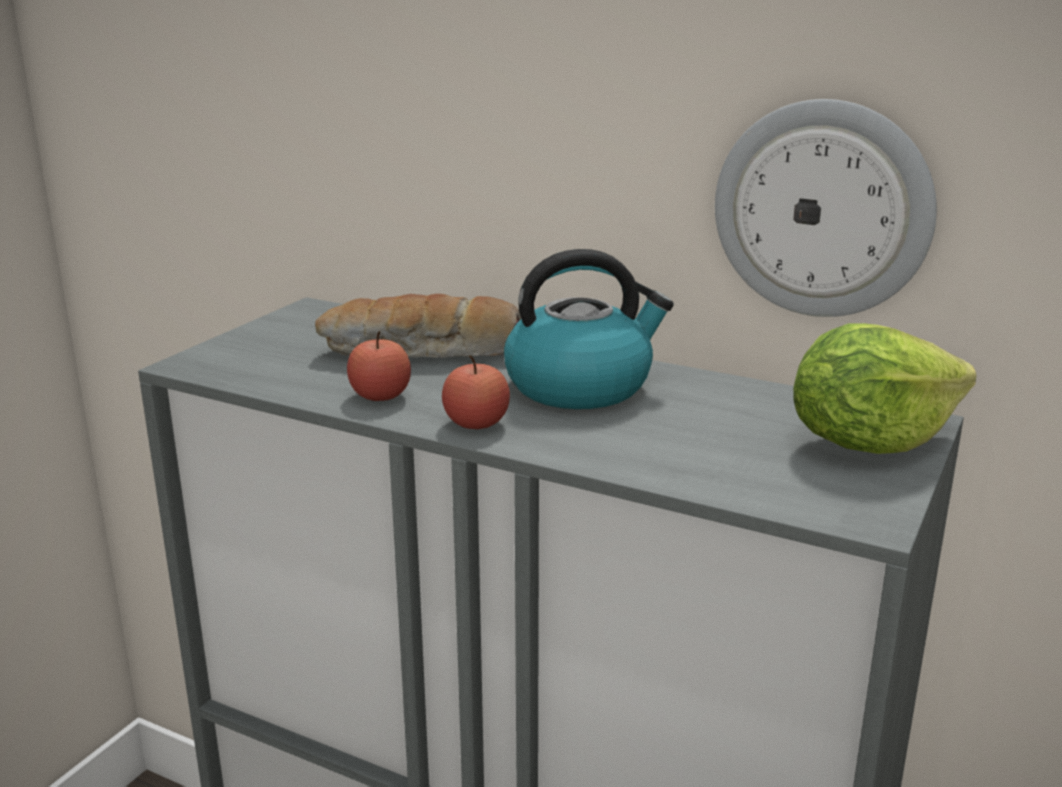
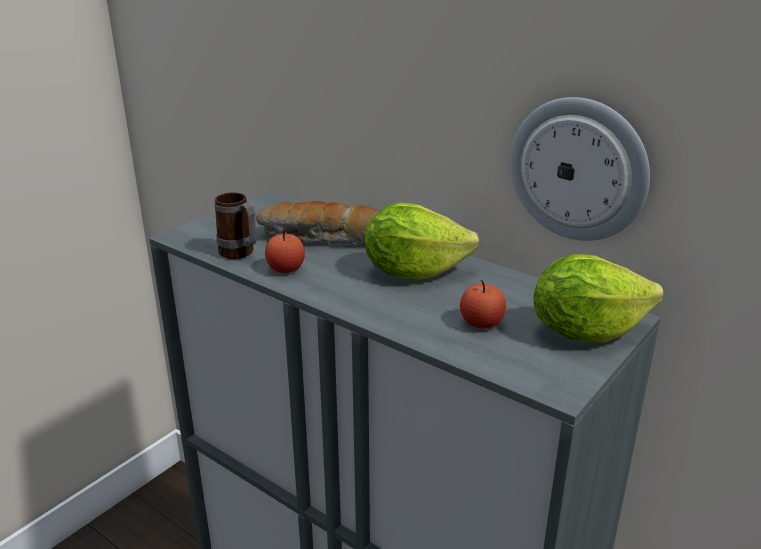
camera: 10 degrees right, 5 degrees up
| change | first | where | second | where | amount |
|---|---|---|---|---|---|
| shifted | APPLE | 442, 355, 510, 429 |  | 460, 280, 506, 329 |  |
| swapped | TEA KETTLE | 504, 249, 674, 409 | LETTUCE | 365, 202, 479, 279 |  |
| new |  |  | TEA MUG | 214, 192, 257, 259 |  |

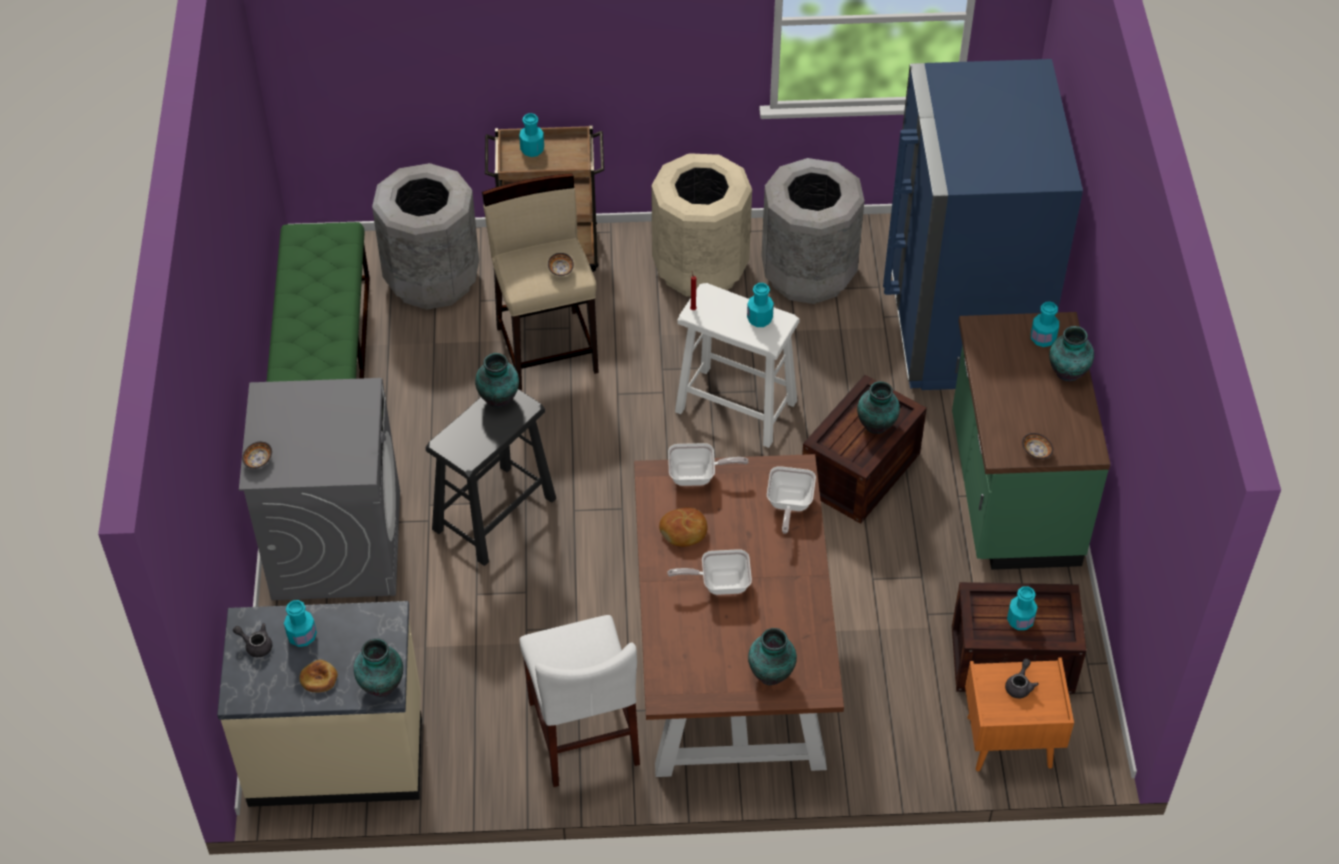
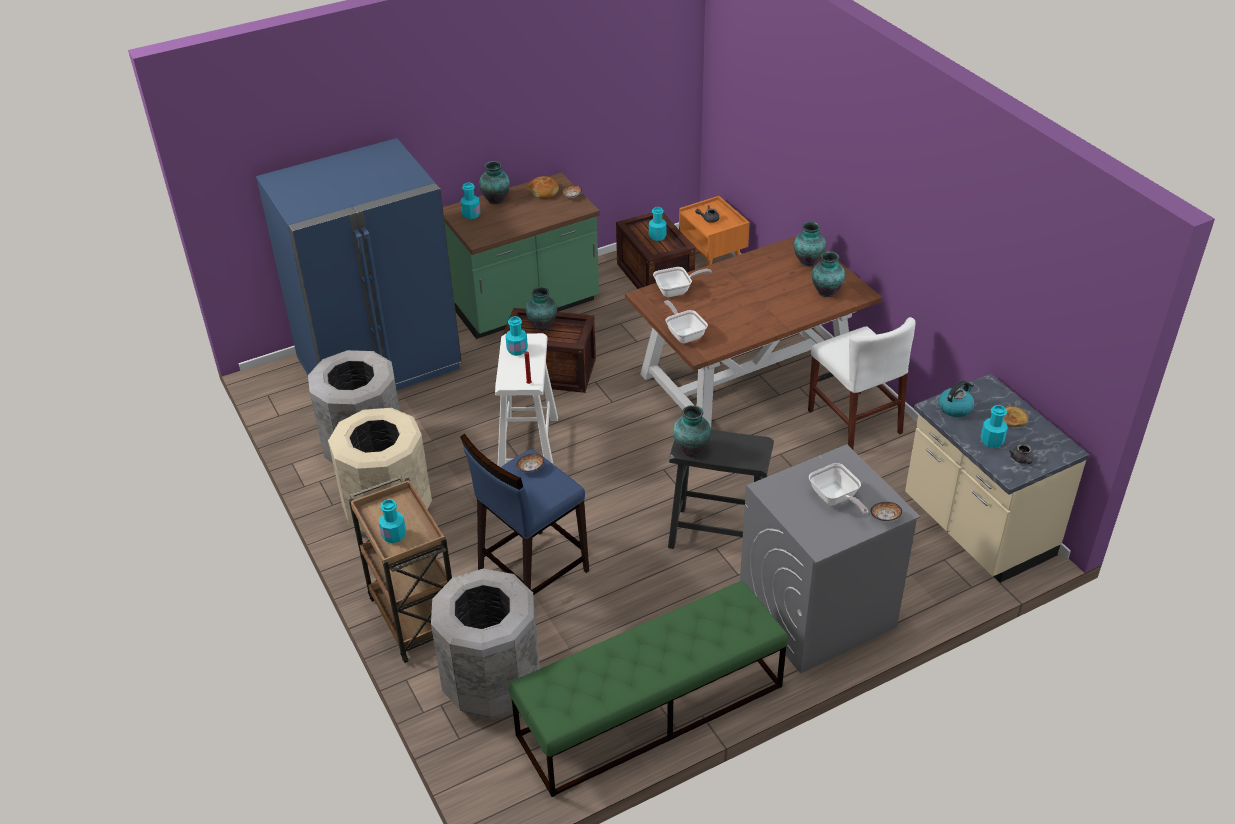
camera: 115 degrees left, 10 degrees down
| change | first | where | second | where | amount |
|---|---|---|---|---|---|
| shifted | VASE | 354, 638, 403, 697 |  | 812, 251, 845, 297 |  |
| repainted | BEIGE-COLOURED SITTING STOOL | 482, 173, 599, 390 | BLUE SITTING STOOL | 460, 434, 589, 595 |  |
| rotated | WHITE-COLOURED CHAIR | 519, 615, 640, 787 |  | 808, 317, 916, 449 | 105 degrees clockwise |
| shifted | BAKED BREAD | 659, 507, 707, 547 |  | 528, 176, 559, 199 |  |
| shifted | FRYING PAN | 667, 549, 752, 595 |  | 809, 463, 869, 515 |  |
| new |  |  | TEA KETTLE | 939, 380, 974, 417 |  |

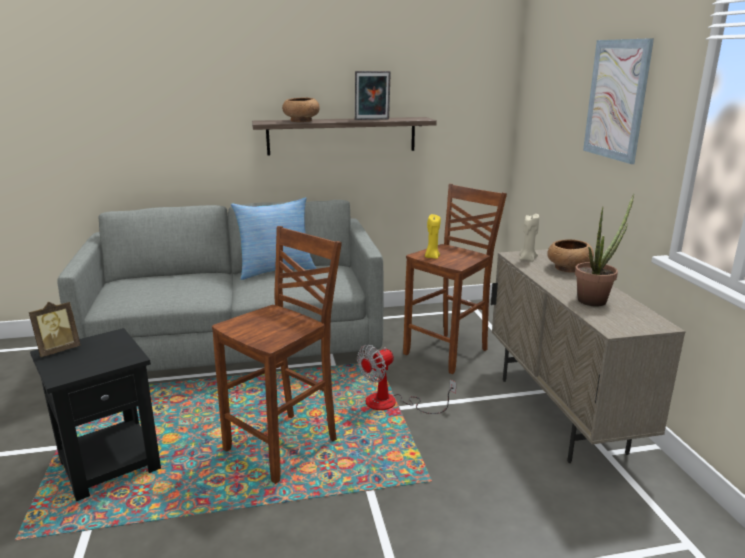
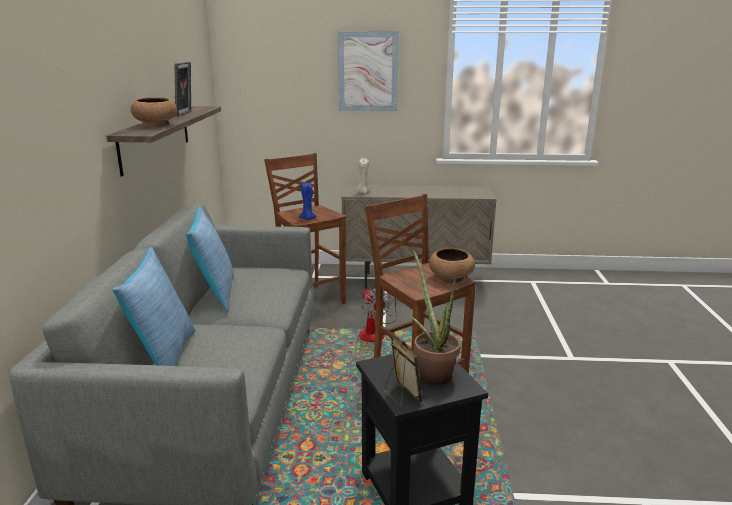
camera: 75 degrees left, 0 degrees up
| change | first | where | second | where | amount |
|---|---|---|---|---|---|
| repainted | YELLOW WAX CANDLE | 425, 214, 441, 259 | BLUE WAX CANDLE | 299, 182, 317, 220 |  |
| shifted | BROWNISH SERVING BOWL | 547, 239, 594, 273 |  | 429, 248, 475, 283 |  |
| shifted | POTTED PLANT | 575, 194, 634, 307 |  | 411, 250, 460, 385 |  |
| new |  |  | THROW PILLOW | 112, 247, 195, 366 |  |

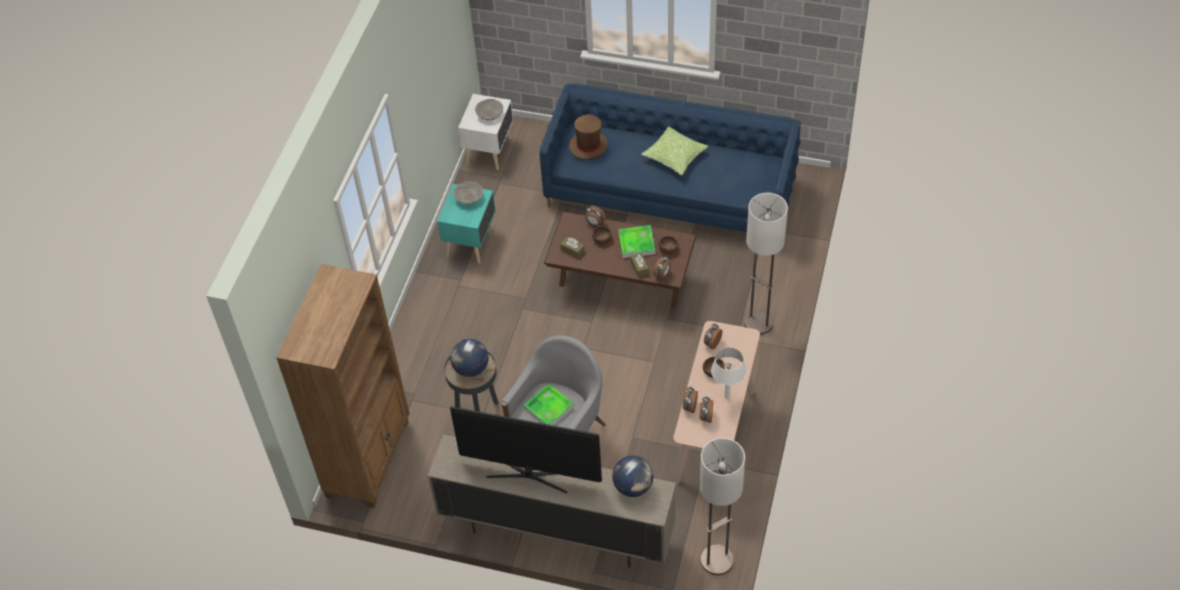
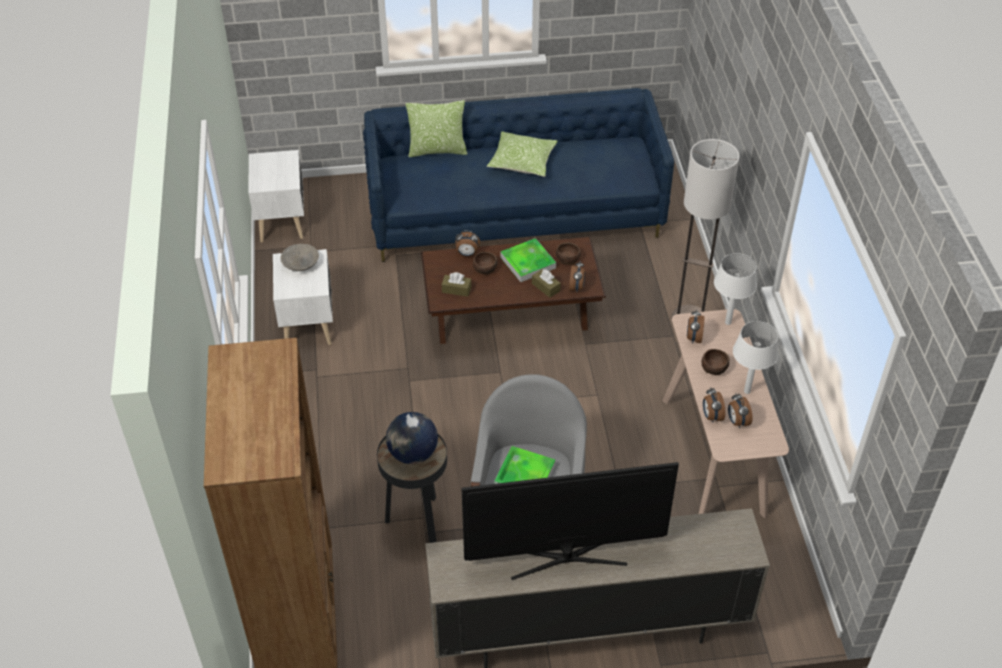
camera: 25 degrees left, 5 degrees down
| change | first | where | second | where | amount |
|---|---|---|---|---|---|
| repainted | BLUE-GREEN NIGHT TABLE | 437, 184, 496, 263 | WHITE-COLOURED NIGHT TABLE | 273, 249, 333, 345 |  |
| gone | GREY SERVING BOWL | 475, 99, 503, 120 |  |  |  |
| gone | BROWNISH WEARABLE HAT | 569, 114, 608, 160 |  |  |  |
| gone | WORLD GLOBE | 612, 456, 653, 497 |  |  |  |
| gone | STANDING LAMP | 700, 438, 745, 575 |  |  |  |
| new |  |  | THROW PILLOW | 406, 100, 467, 157 |  |
| new |  |  | WHITE-COLOURED TABLE LAMP | 714, 253, 757, 325 |  |

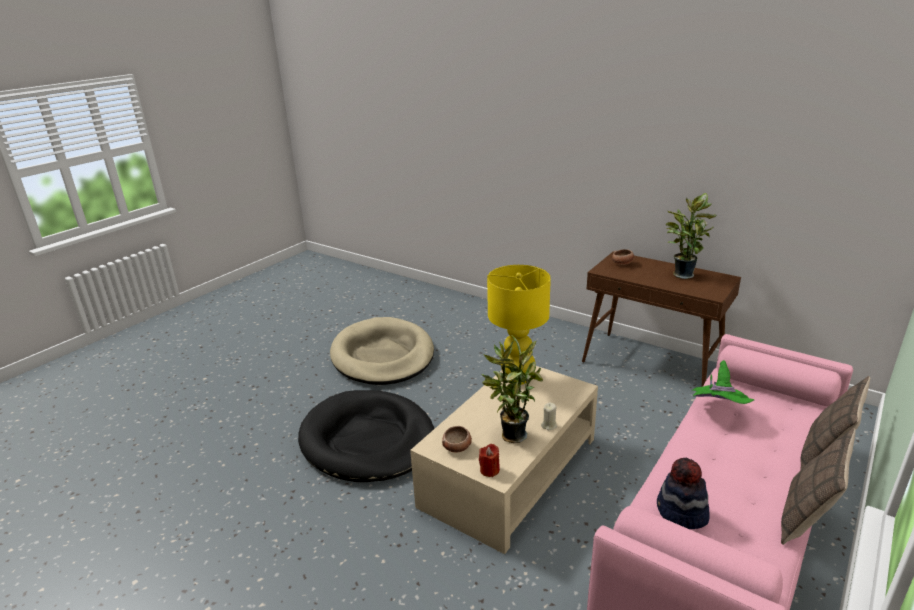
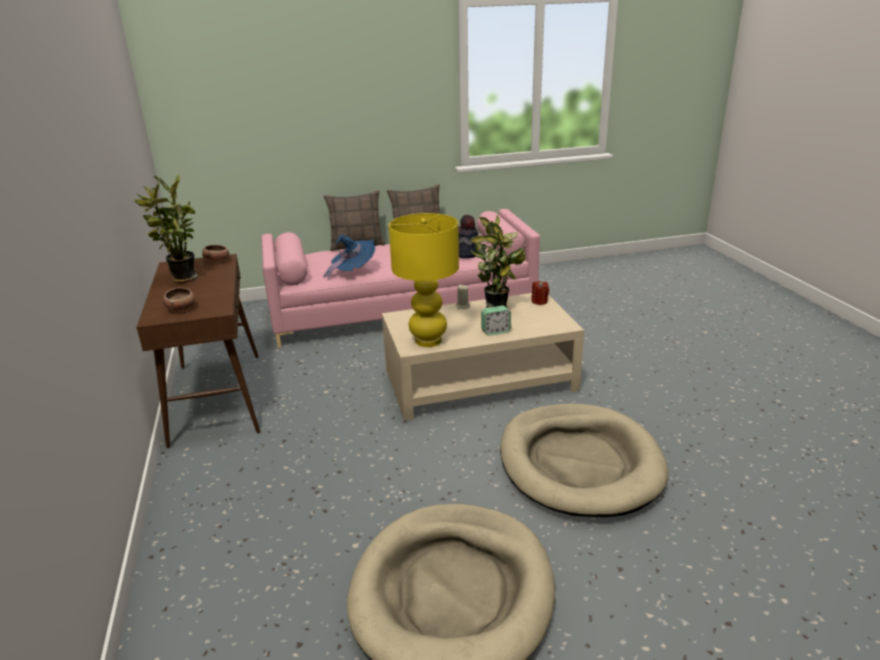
camera: 140 degrees left, 0 degrees up
| change | first | where | second | where | amount |
|---|---|---|---|---|---|
| repainted | BLACK DOG CUSHION | 298, 390, 434, 482 | BEIGE-COLOURED DOG CUSHION | 500, 404, 668, 517 |  |
| shifted | SERVING BOWL | 442, 426, 472, 453 |  | 202, 245, 229, 263 |  |
| repainted | GREEN-COLOURED WEARABLE HAT | 692, 360, 755, 404 | BLUE WEARABLE HAT | 323, 234, 375, 280 |  |
| new |  |  | TABLE CLOCK | 481, 306, 511, 336 |  |

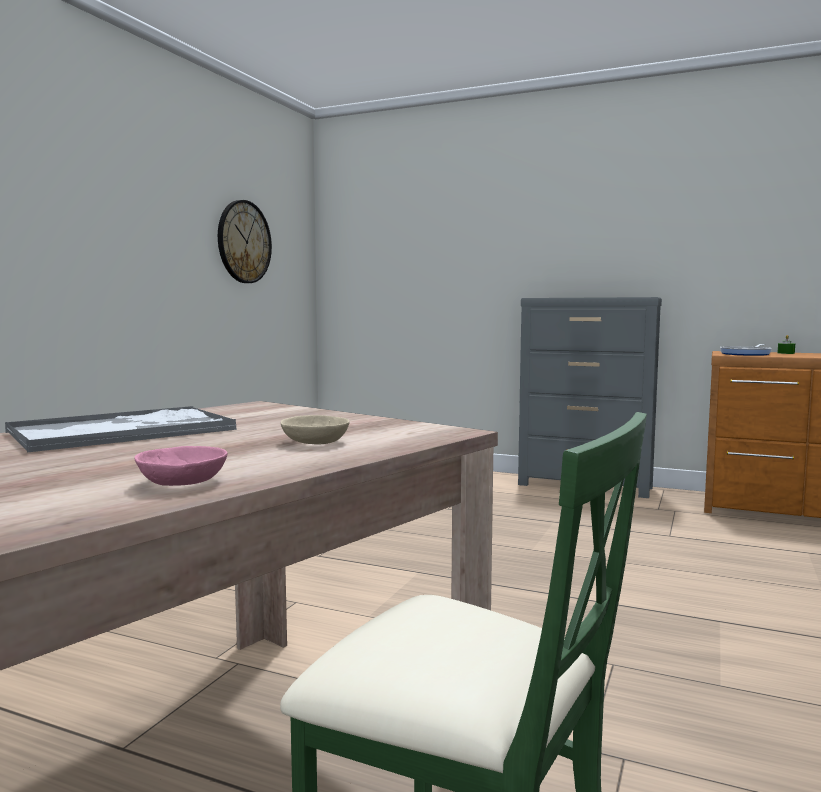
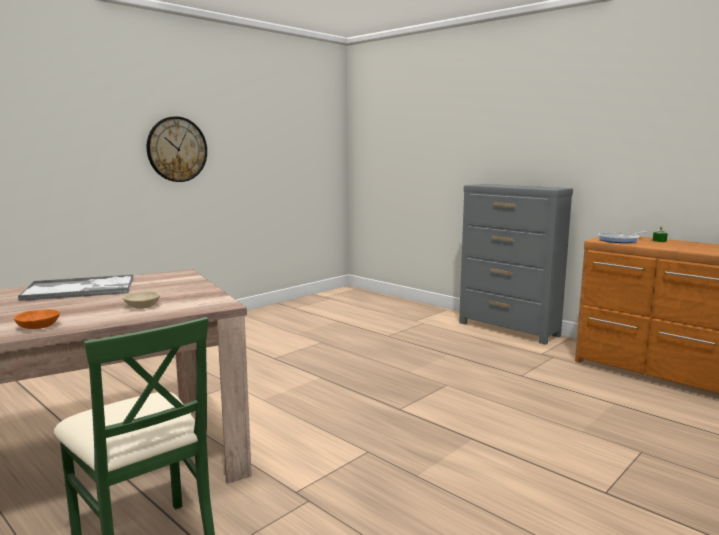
camera: 20 degrees right, 5 degrees up
| change | first | where | second | where | amount |
|---|---|---|---|---|---|
| repainted | PINK-COLOURED SERVING BOWL | 134, 446, 227, 486 | ORANGE SERVING BOWL | 14, 309, 60, 329 |  |
| shifted | CLOCK ON THE WALL | 218, 200, 272, 283 |  | 147, 116, 207, 182 |  |

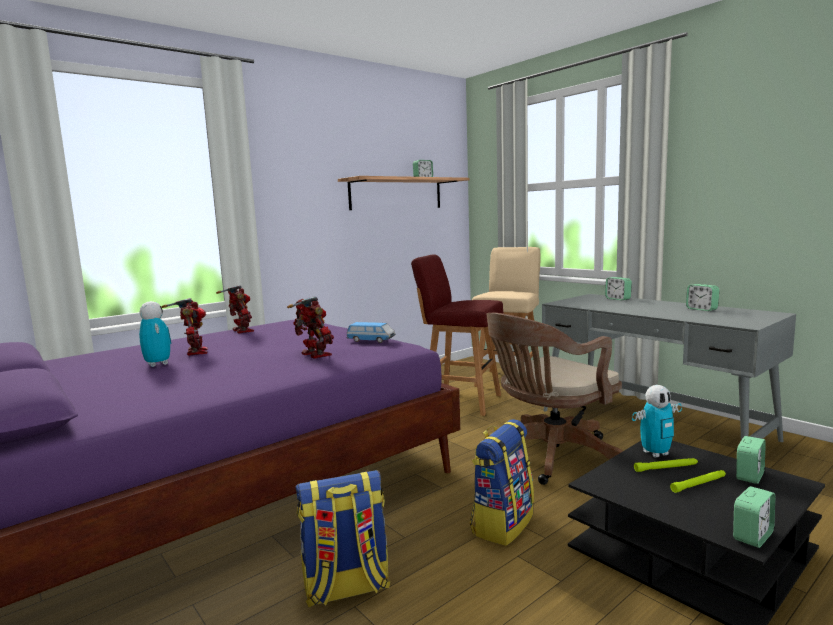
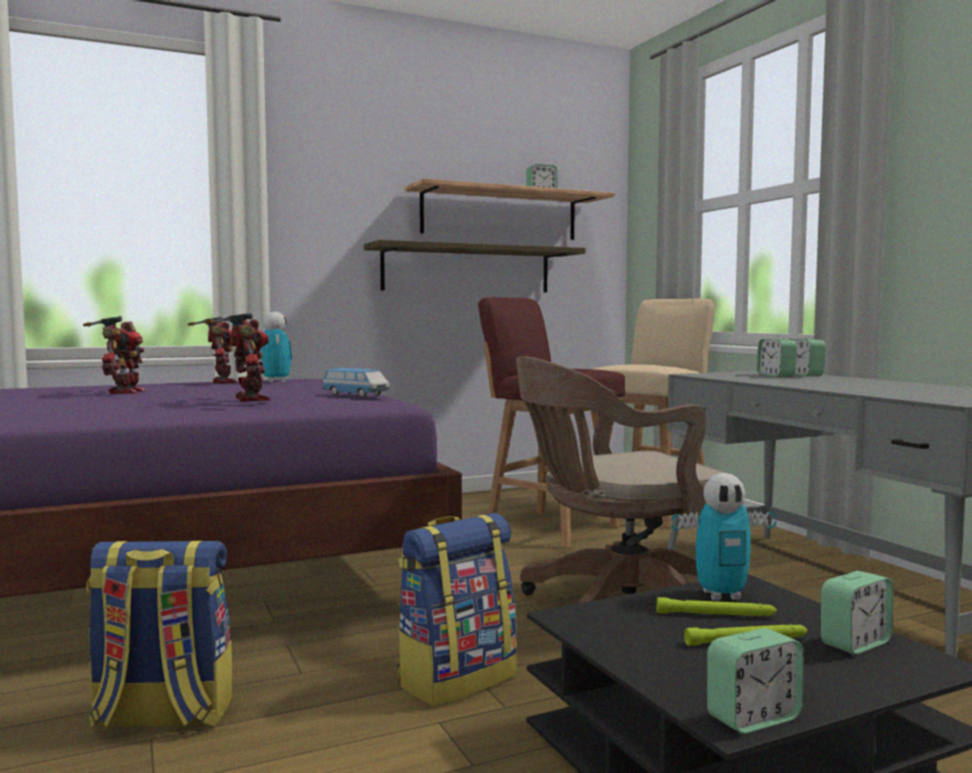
camera: 15 degrees right, 5 degrees down
| change | first | where | second | where | amount |
|---|---|---|---|---|---|
| shifted | ROBOT FIGURE | 139, 301, 171, 367 |  | 261, 312, 292, 382 |  |
| shifted | TABLE CLOCK | 686, 284, 719, 311 |  | 757, 339, 797, 377 |  |
| new |  |  | WALL SHELF | 364, 240, 586, 292 |  |

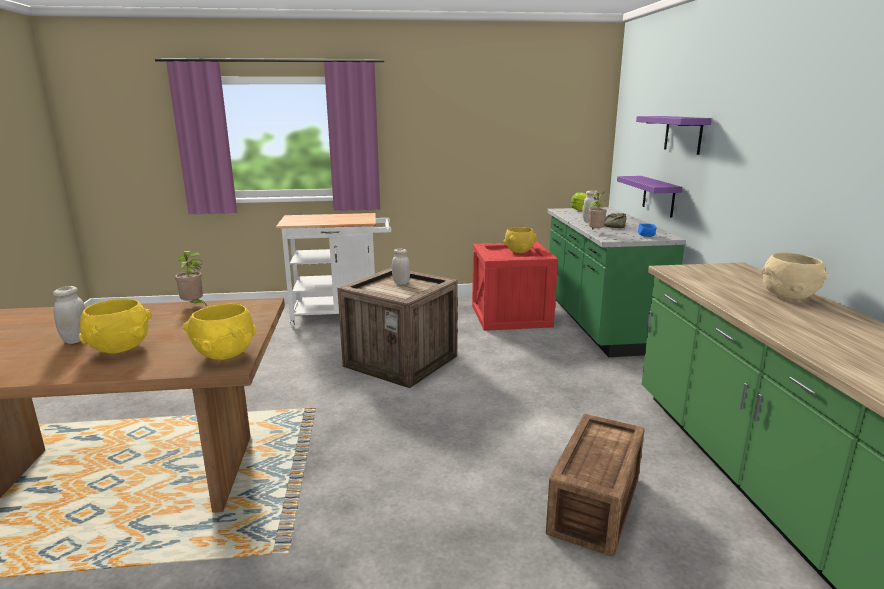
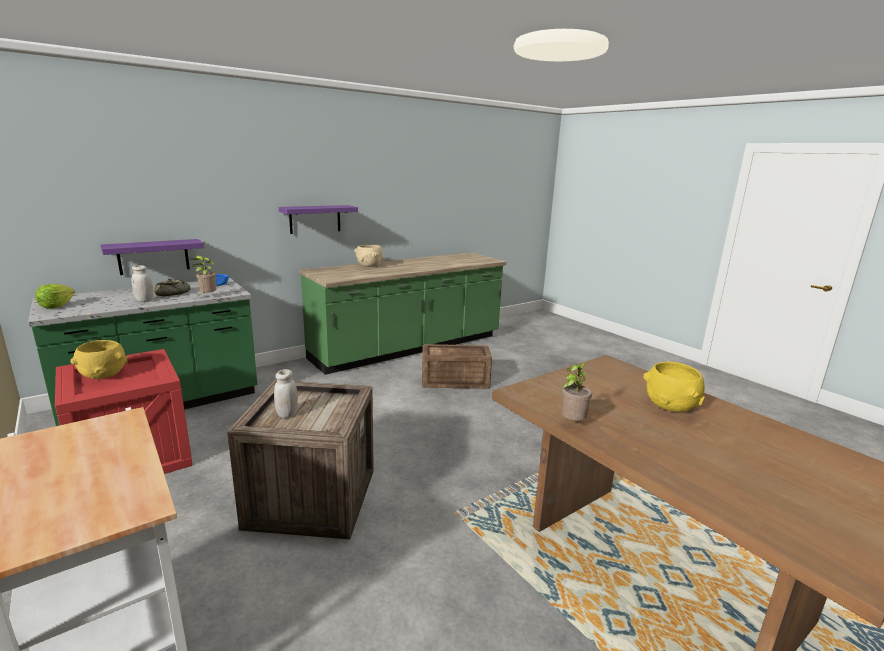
camera: 120 degrees left, 0 degrees up
| change | first | where | second | where | amount |
|---|---|---|---|---|---|
| gone | WHITE-COLOURED PRESERVE JAR | 53, 286, 86, 344 |  |  |  |
| gone | YELLOW SERVING BOWL | 183, 304, 256, 360 |  |  |  |
| shifted | PURPLISH WALL SHELF | 636, 116, 712, 155 |  | 279, 205, 358, 234 |  |

